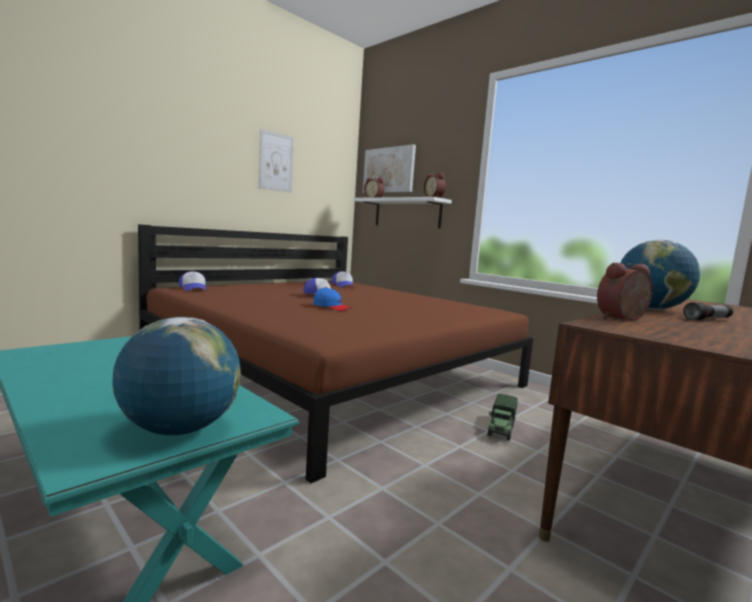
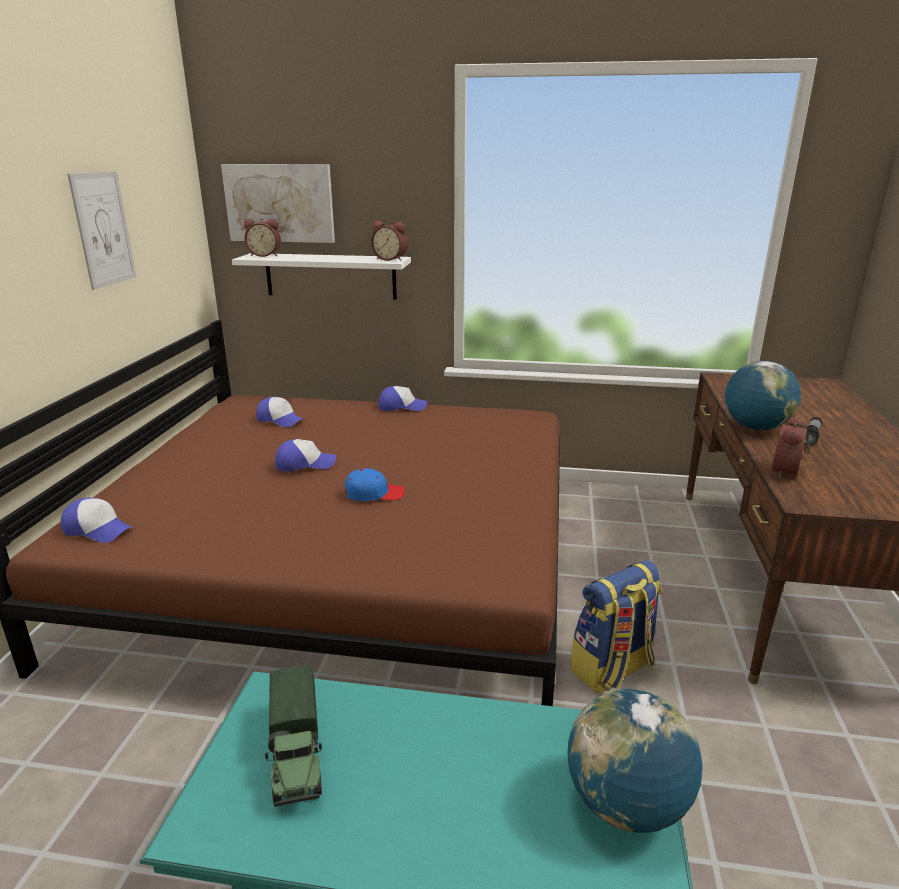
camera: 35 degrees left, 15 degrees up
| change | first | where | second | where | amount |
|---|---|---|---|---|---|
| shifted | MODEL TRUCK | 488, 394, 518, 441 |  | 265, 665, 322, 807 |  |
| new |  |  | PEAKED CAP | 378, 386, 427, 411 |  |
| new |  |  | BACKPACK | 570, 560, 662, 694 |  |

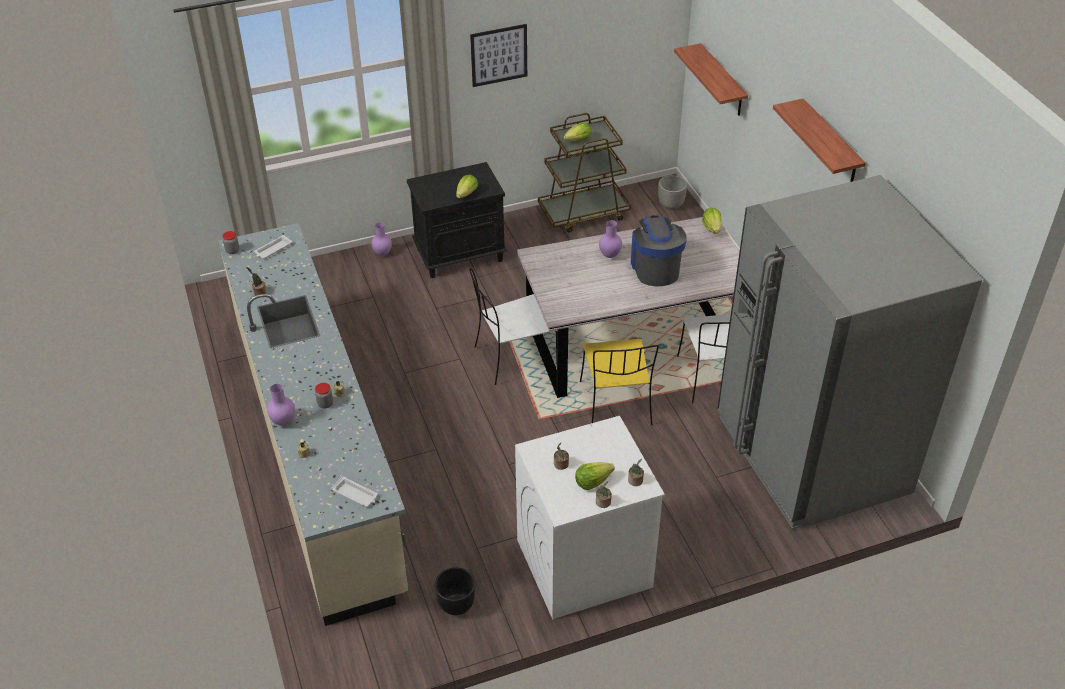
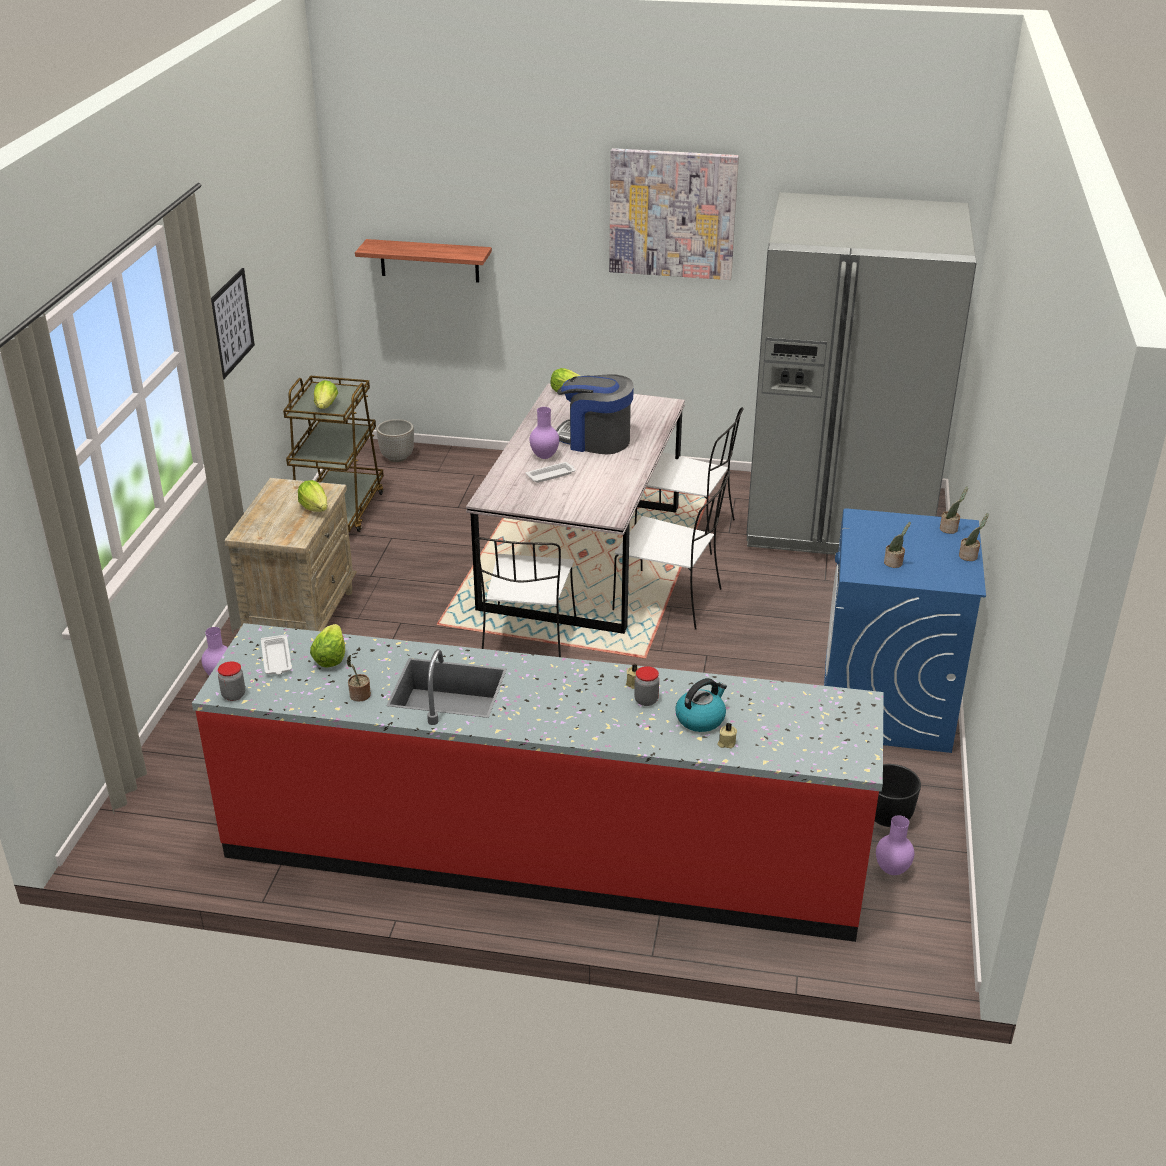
camera: 60 degrees left, 10 degrees down
| change | first | where | second | where | amount |
|---|---|---|---|---|---|
| repainted | BEIGE-COLOURED KITCHEN BASE UNIT | 218, 223, 408, 626 | RED KITCHEN BASE UNIT | 192, 623, 884, 942 |  |
| shifted | PURPLISH VASE | 267, 384, 295, 426 |  | 876, 815, 915, 875 |  |
| shifted | WHITE-COLOURED CARRYING TRAY | 331, 476, 378, 507 |  | 525, 462, 576, 483 |  |
| repainted | BLACK NIGHT TABLE | 407, 162, 507, 278 | BEIGE-COLOURED NIGHT TABLE | 225, 478, 357, 632 |  |
| repainted | WHITE-COLOURED WASHING MACHINE | 515, 416, 665, 619 | BLUE WASHING MACHINE | 824, 508, 986, 753 |  |
| shifted | LETTUCE | 575, 462, 615, 490 |  | 310, 624, 345, 667 |  |
| repainted | YELLOW CHAIR | 580, 339, 659, 425 | WHITE-COLOURED CHAIR | 612, 471, 730, 630 |  |
| swapped | WALL SHELF | 773, 98, 866, 182 | WALL PICTURE | 609, 148, 739, 280 |  |
| new |  |  | TEA KETTLE | 675, 678, 727, 732 |  |

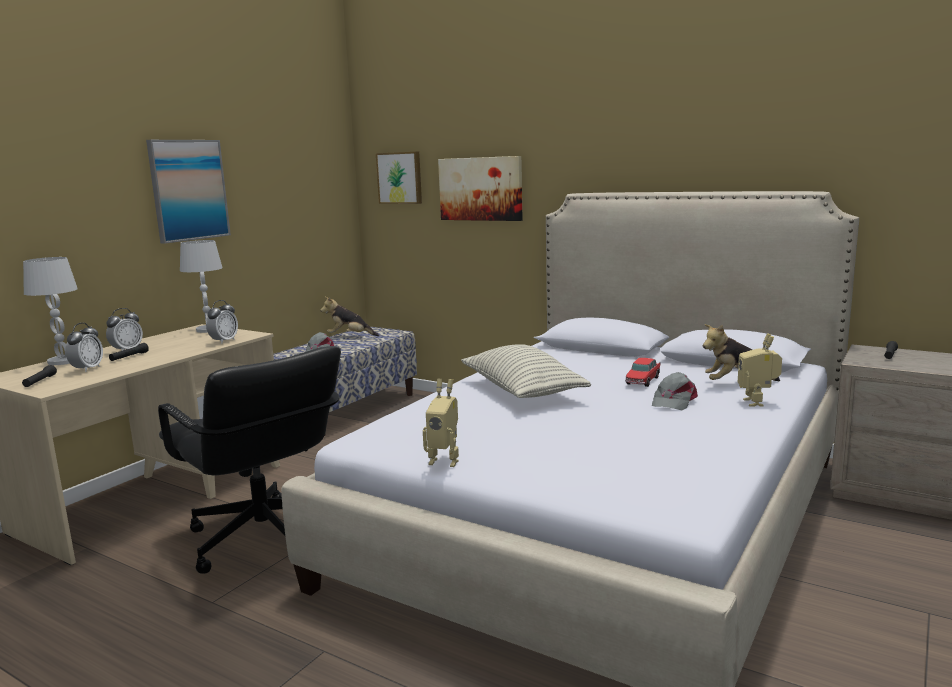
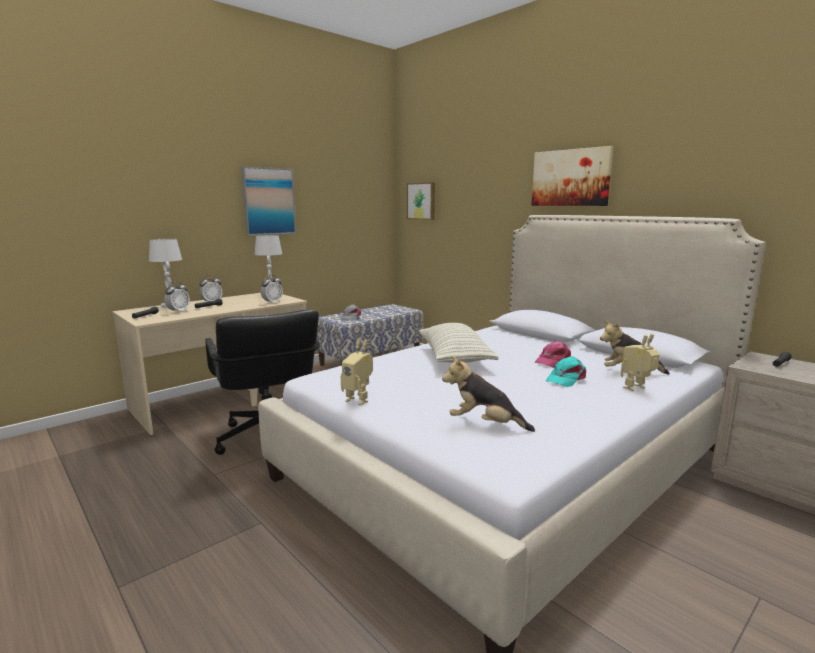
camera: 15 degrees right, 0 degrees up
| change | first | where | second | where | amount |
|---|---|---|---|---|---|
| shifted | CUDDLY TOY | 321, 297, 379, 336 |  | 442, 355, 535, 432 |  |
| shifted | WALL PICTURE | 438, 156, 523, 221 |  | 531, 146, 613, 206 |  |
| swapped | TOY CAR | 625, 358, 660, 387 | PINK-COLOURED PEAKED CAP | 535, 341, 571, 368 |  |
| repainted | GREY PEAKED CAP | 652, 372, 698, 411 | BLUE-GREEN PEAKED CAP | 546, 356, 586, 387 |  |
| rotated | ROBOT FIGURE | 738, 333, 782, 407 |  | 621, 333, 660, 391 | 45 degrees clockwise |

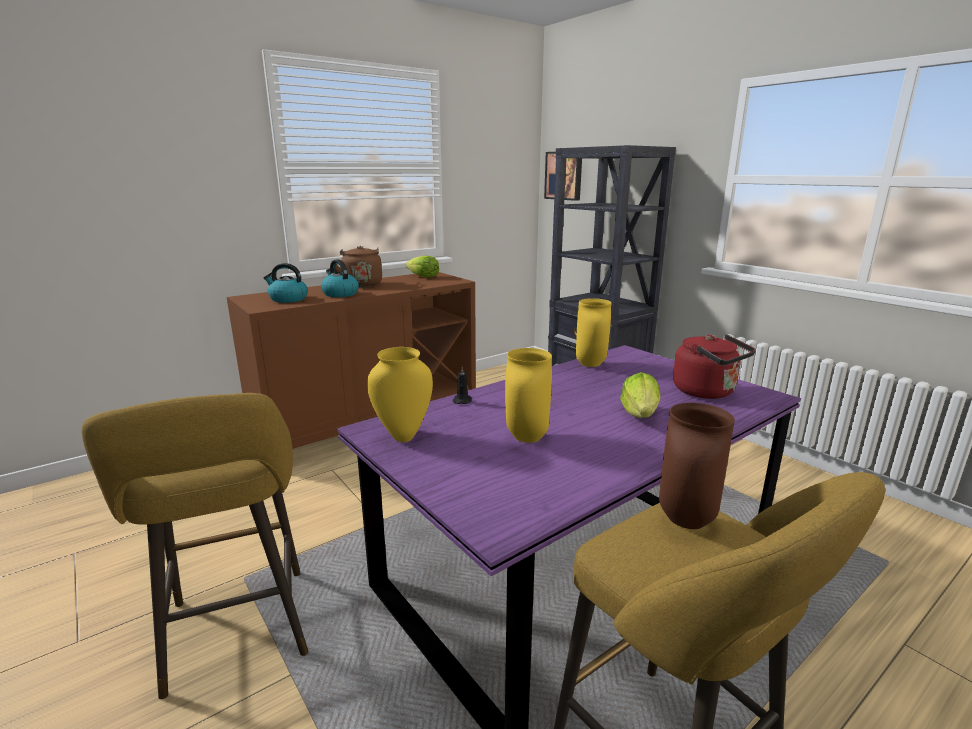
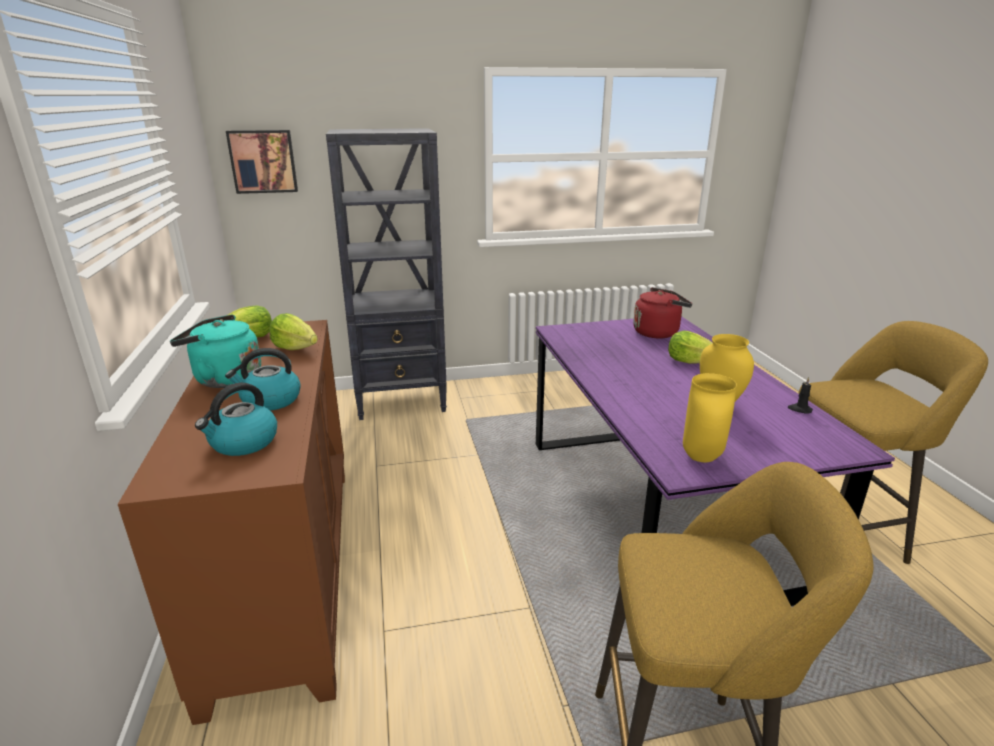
camera: 65 degrees left, 5 degrees up
| change | first | where | second | where | amount |
|---|---|---|---|---|---|
| repainted | BROWNISH TEA KETTLE | 335, 246, 382, 287 | BLUE-GREEN TEA KETTLE | 170, 315, 261, 388 |  |
| shifted | BLACK WAX CANDLE | 453, 367, 472, 404 |  | 788, 377, 813, 414 |  |
| gone | YELLOW VASE | 576, 298, 611, 367 |  |  |  |
| gone | BROWNISH VASE | 659, 403, 735, 529 |  |  |  |
| new |  |  | LETTUCE | 269, 313, 318, 350 |  |

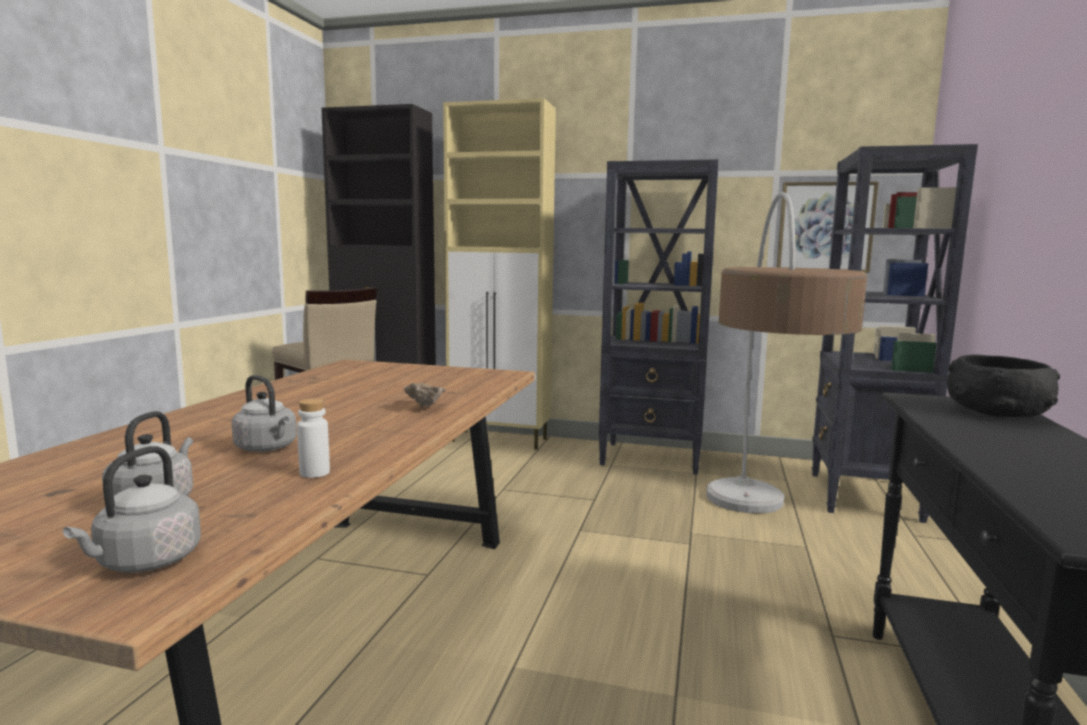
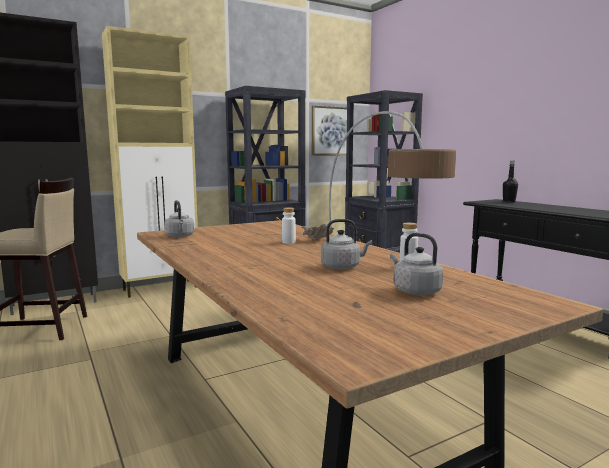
camera: 45 degrees left, 0 degrees up
| change | first | where | second | where | amount |
|---|---|---|---|---|---|
| shifted | GREY TEA KETTLE | 63, 446, 201, 573 |  | 165, 200, 195, 237 |  |
| swapped | BLACK SERVING BOWL | 947, 354, 1060, 417 | BLACK BEVERAGE BOTTLE | 503, 161, 518, 202 |  |
| new |  |  | WHITE-COLOURED BEVERAGE BOTTLE | 282, 208, 296, 244 |  |

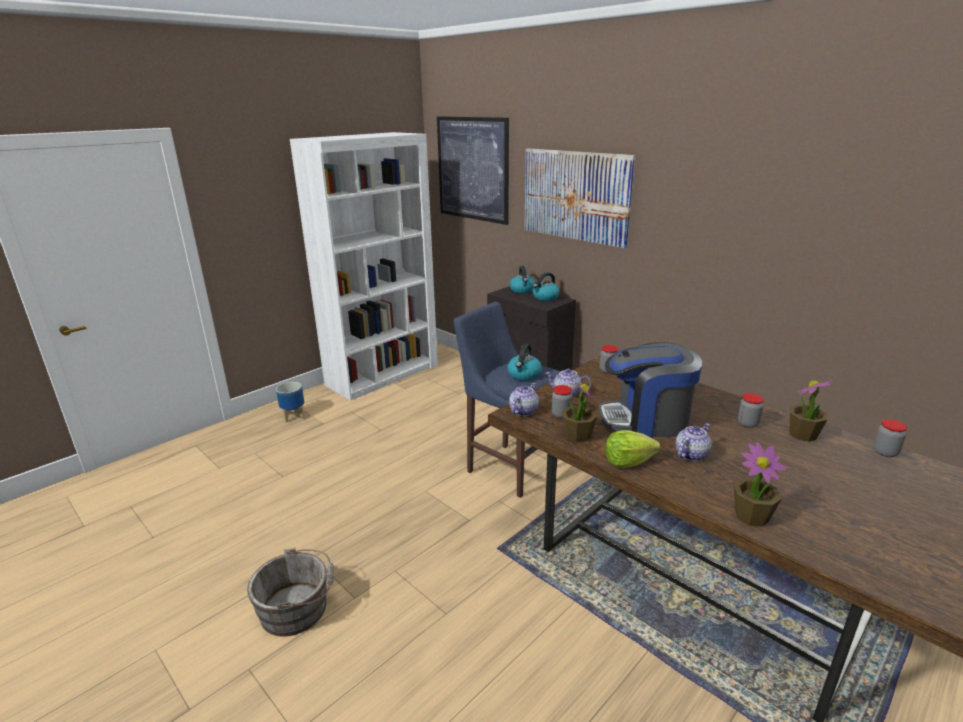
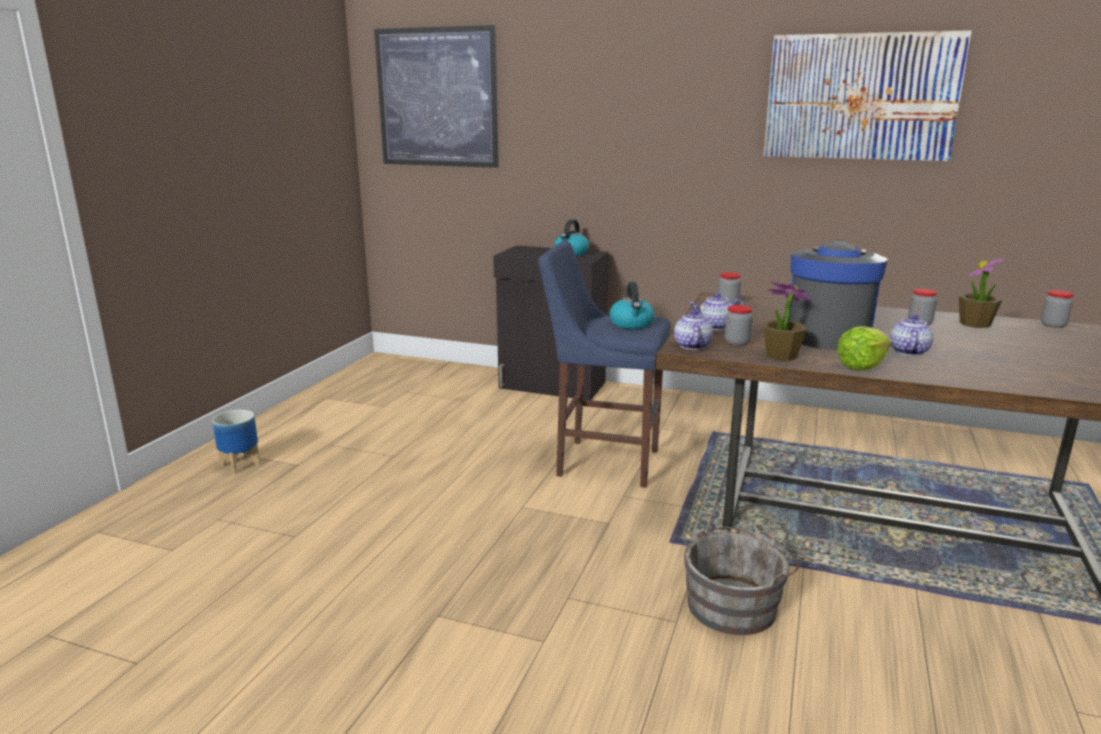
camera: 25 degrees left, 5 degrees down
| change | first | where | second | where | amount |
|---|---|---|---|---|---|
| shifted | GREY BUCKET | 247, 548, 334, 636 |  | 684, 527, 800, 635 |  |
| gone | WHITE-COLOURED SHELVING UNIT | 290, 132, 438, 401 |  |  |  |
| gone | TEA KETTLE | 510, 266, 535, 293 |  |  |  |
| shifted | WALL PICTURE | 524, 148, 636, 248 |  | 763, 30, 972, 161 |  |
| rotated | COFFEE MACHINE | 599, 342, 702, 438 |  | 789, 241, 888, 350 | 135 degrees clockwise |
| gone | POTTED PLANT | 734, 442, 787, 527 |  |  |  |

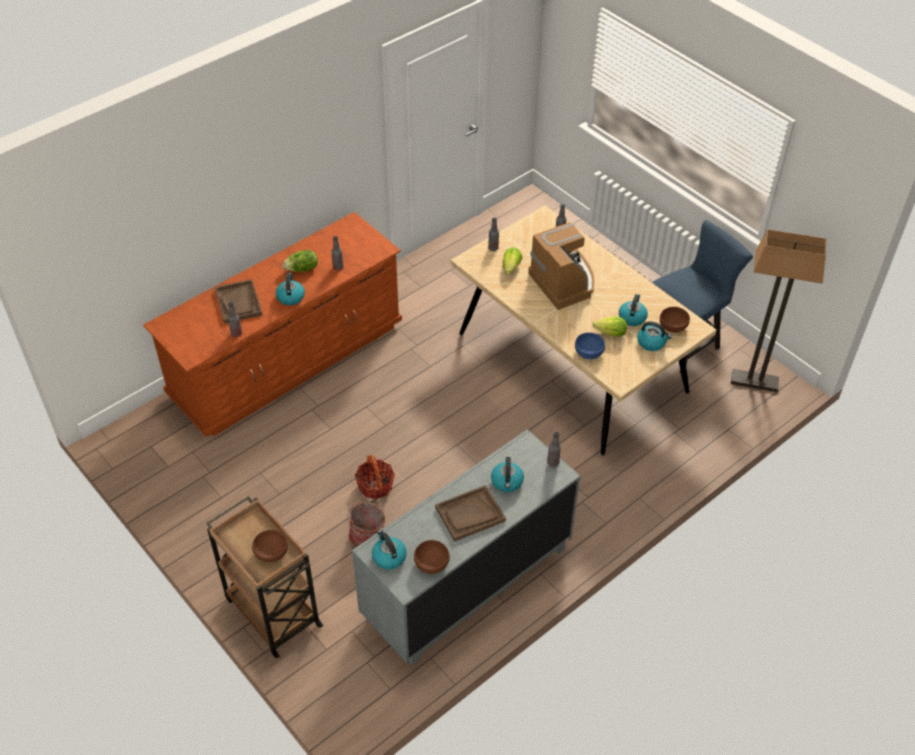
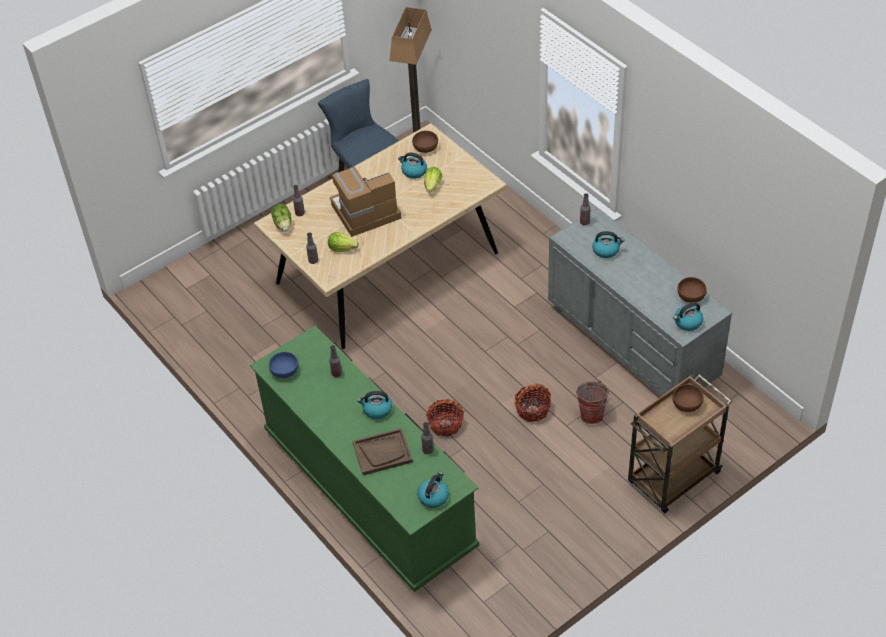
camera: 85 degrees left, 0 degrees up
| change | first | where | second | where | amount |
|---|---|---|---|---|---|
| repainted | BROWNISH DRESSER | 143, 212, 402, 437 | GREEN-COLOURED DRESSER | 250, 326, 479, 592 |  |
| shifted | LETTUCE | 282, 250, 318, 272 |  | 272, 204, 291, 232 |  |
| gone | BROWNISH CARRYING TRAY | 435, 485, 506, 542 |  |  |  |
| shifted | BLUE SERVING BOWL | 575, 333, 605, 359 |  | 269, 352, 299, 378 |  |
| shifted | TEA KETTLE | 637, 321, 672, 351 |  | 418, 472, 449, 508 |  |
| new |  |  | STORAGE BASKET | 426, 399, 464, 437 |  |

